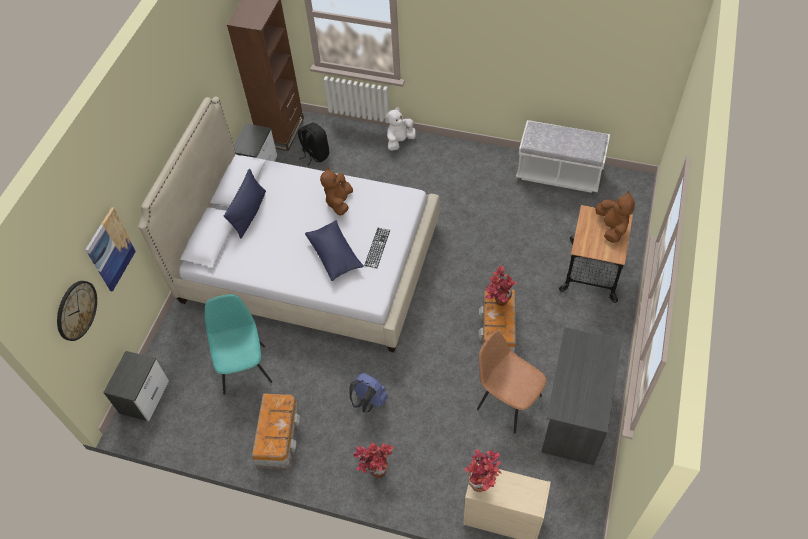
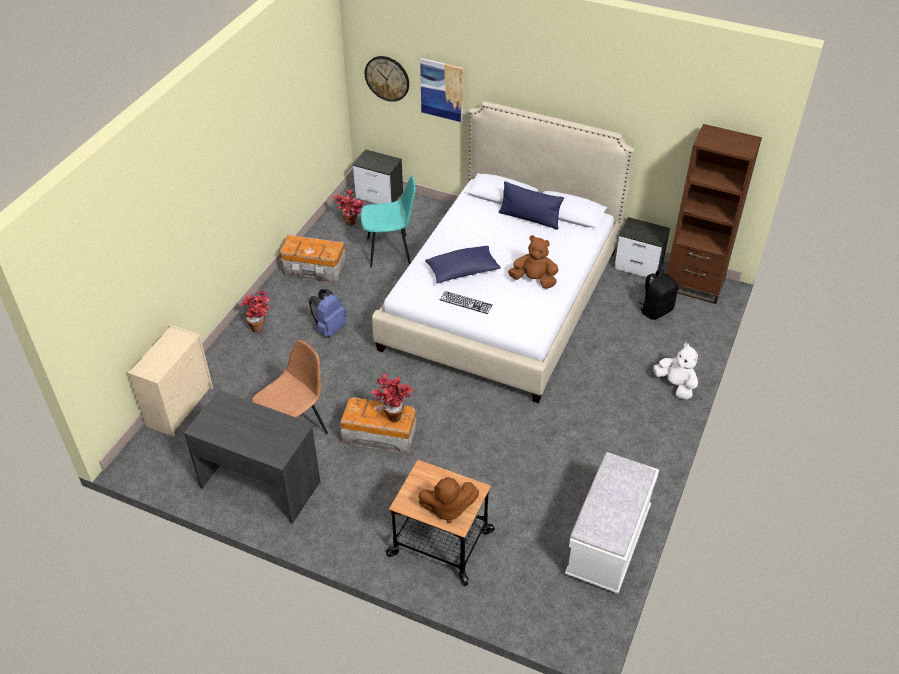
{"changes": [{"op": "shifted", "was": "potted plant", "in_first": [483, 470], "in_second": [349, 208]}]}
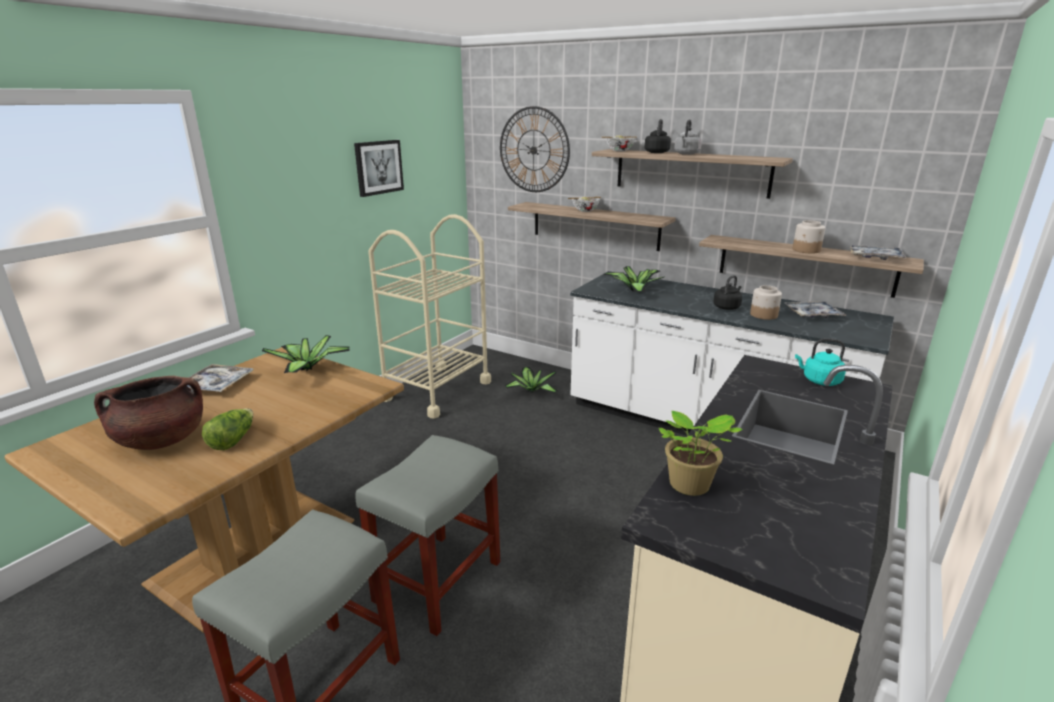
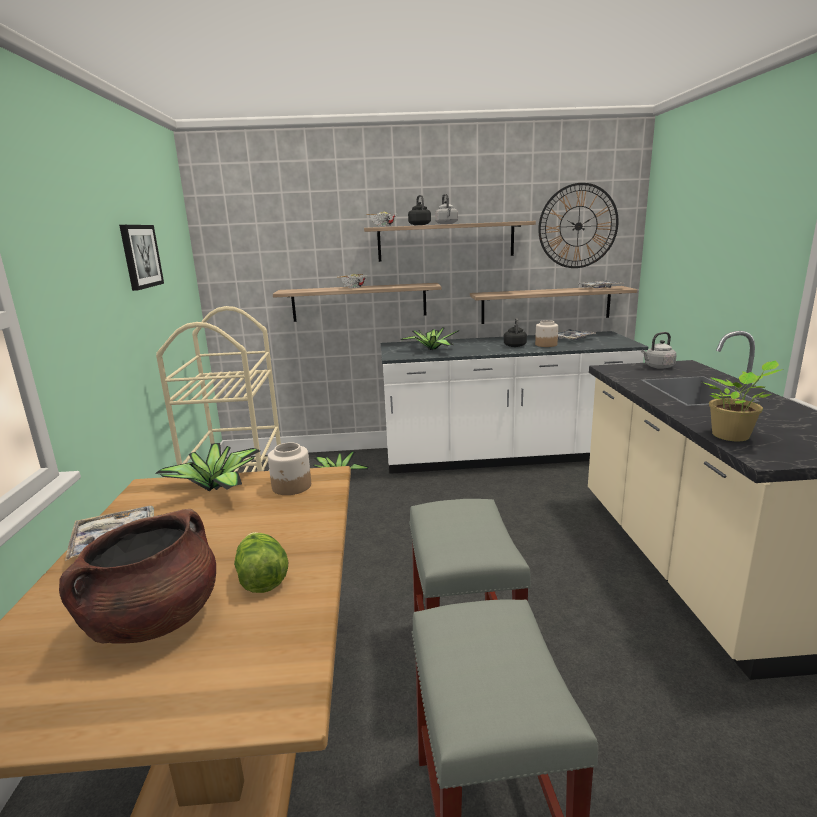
{"changes": [{"op": "shifted", "was": "hanging clock", "in_first": [535, 149], "in_second": [578, 225]}, {"op": "shifted", "was": "jar", "in_first": [808, 236], "in_second": [289, 468]}, {"op": "repainted", "was": "tea kettle (turquoise-coloured)", "now": "tea kettle (gray)", "in_first": [820, 362], "in_second": [659, 350]}]}
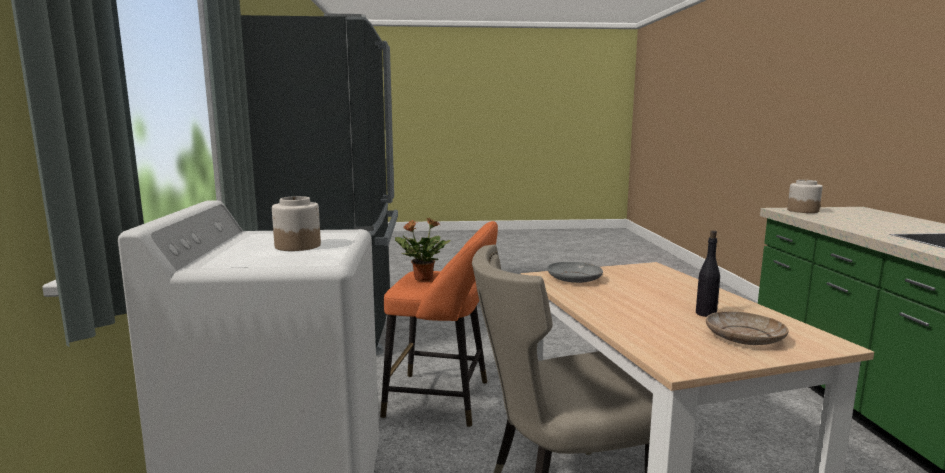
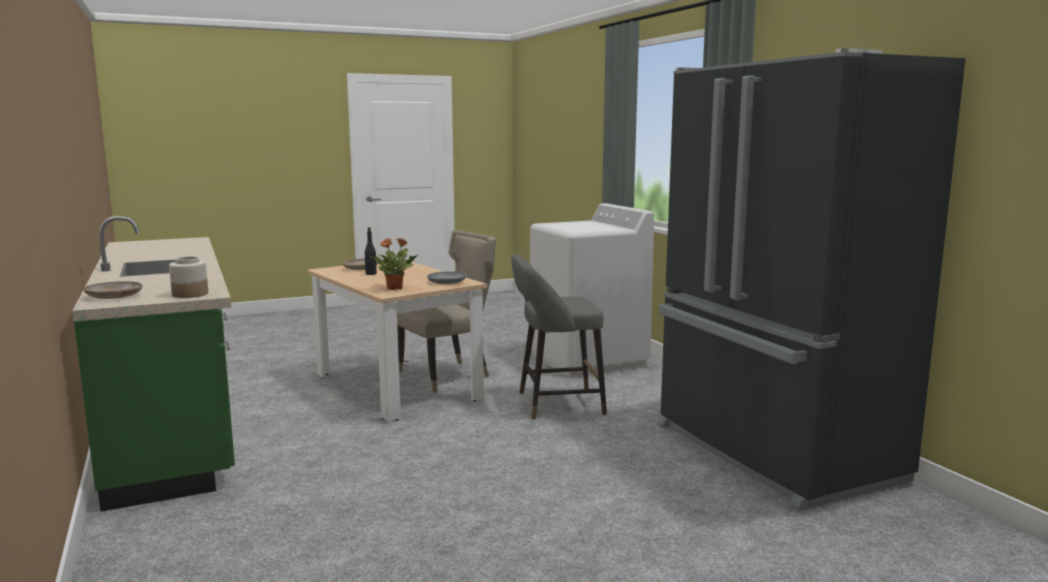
{"changes": [{"op": "gone", "was": "jar", "in_first": [296, 223]}, {"op": "repainted", "was": "stool seat (orangey)", "now": "stool seat (gray)", "in_first": [439, 324], "in_second": [559, 337]}, {"op": "shifted", "was": "potted plant", "in_first": [423, 249], "in_second": [394, 264]}, {"op": "new", "now": "plate (beige)", "in_second": [112, 290]}]}
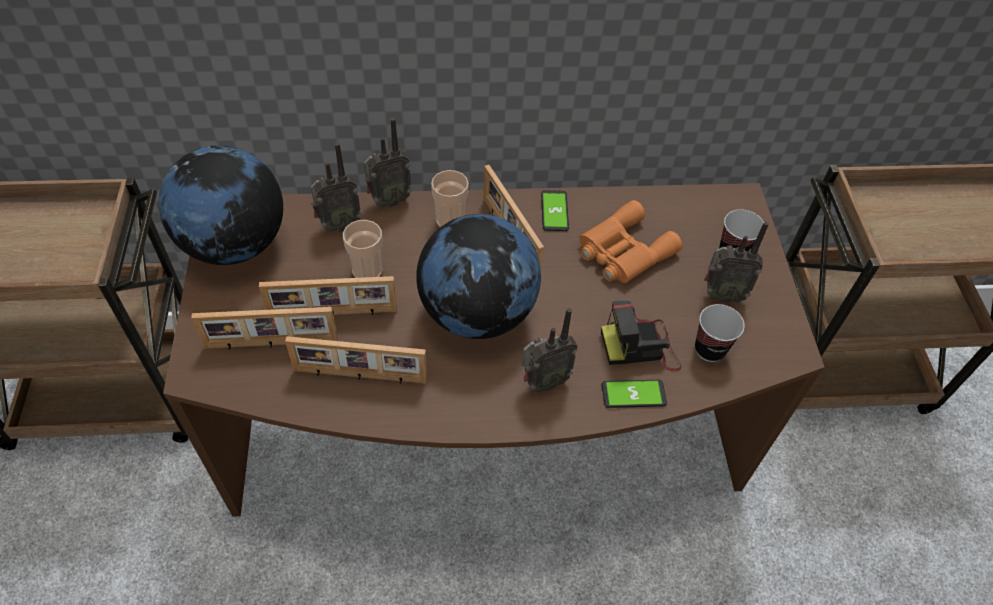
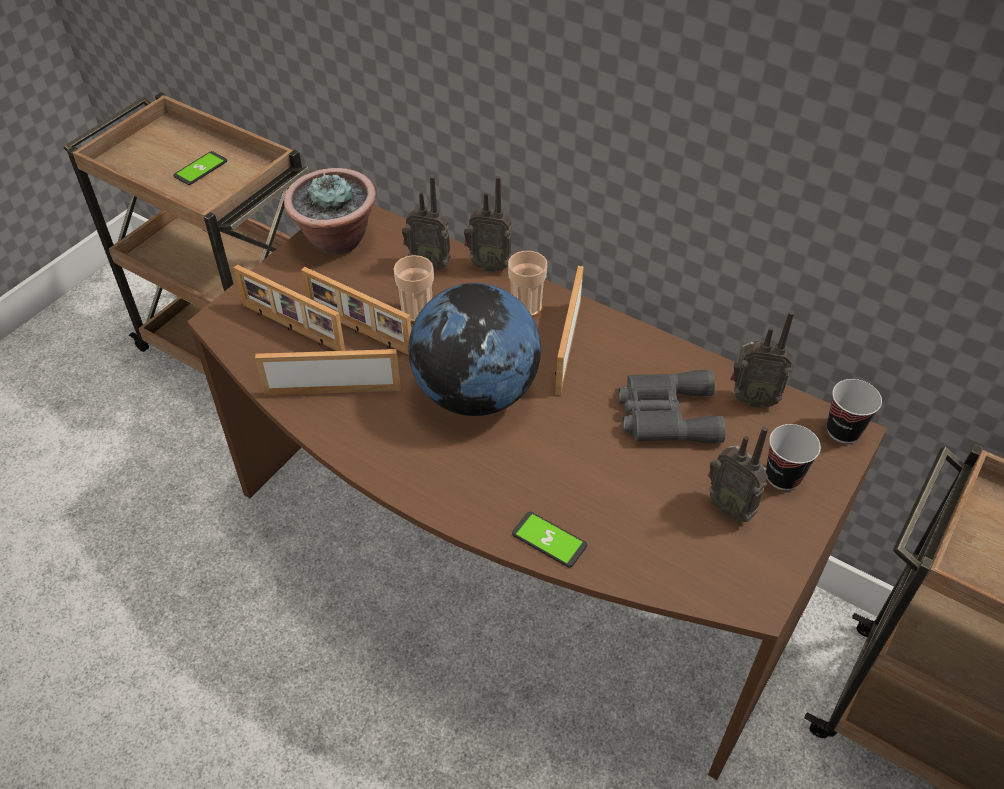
{"changes": [{"op": "swapped", "was": "world globe", "now": "potted plant", "in_first": [221, 205], "in_second": [330, 211]}, {"op": "rotated", "was": "photo frame", "in_first": [356, 360], "in_second": [328, 372], "clockwise": 135}, {"op": "shifted", "was": "radio", "in_first": [550, 350], "in_second": [762, 359]}, {"op": "shifted", "was": "telephone", "in_first": [555, 210], "in_second": [200, 168]}, {"op": "repainted", "was": "binoculars (orangey)", "now": "binoculars (gray)", "in_first": [631, 241], "in_second": [672, 406]}, {"op": "gone", "was": "still camera", "in_first": [641, 336]}, {"op": "shifted", "was": "cup", "in_first": [720, 333], "in_second": [854, 411]}]}
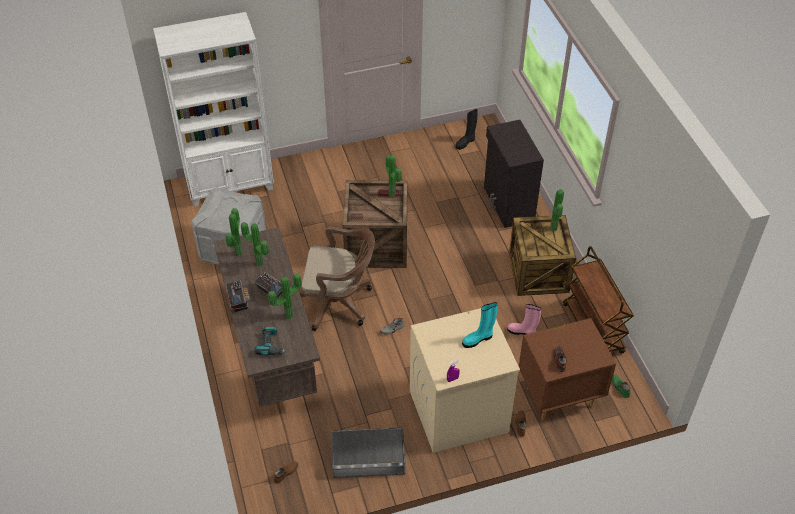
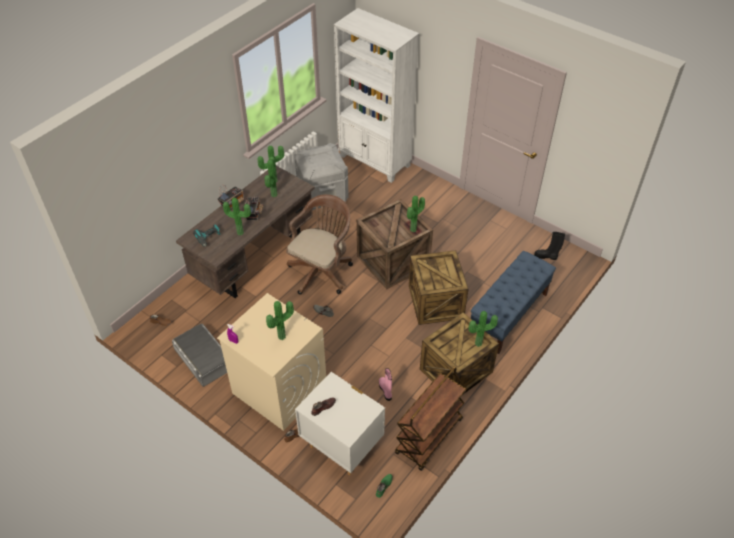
{"changes": [{"op": "rotated", "was": "office chair (brown-coloured)", "in_first": [337, 279], "in_second": [319, 244], "clockwise": -120}, {"op": "swapped", "was": "tall boot (turquoise-coloured)", "now": "potted plant", "in_first": [480, 325], "in_second": [280, 320]}, {"op": "swapped", "was": "cabinet (black)", "now": "indoor bench (blue-coloured)", "in_first": [514, 174], "in_second": [513, 302]}, {"op": "repainted", "was": "nightstand (brown-coloured)", "now": "nightstand (white-coloured)", "in_first": [567, 369], "in_second": [340, 423]}, {"op": "new", "now": "crate", "in_second": [439, 287]}]}
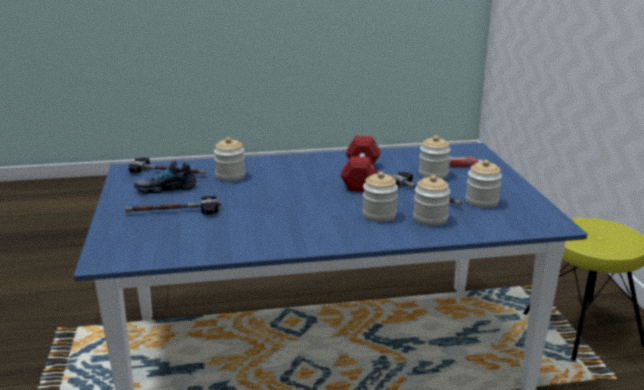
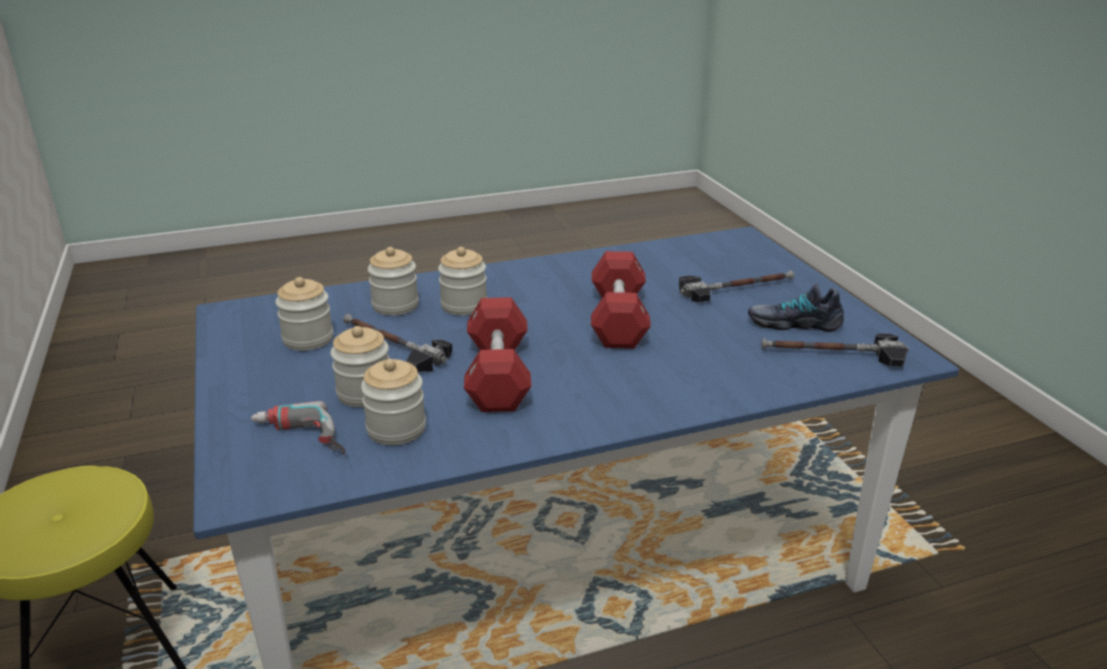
{"changes": [{"op": "rotated", "was": "low shoe", "in_first": [165, 176], "in_second": [796, 307], "clockwise": -150}, {"op": "shifted", "was": "jar", "in_first": [230, 159], "in_second": [393, 402]}, {"op": "new", "now": "hand weight (reddish)", "in_second": [621, 299]}]}
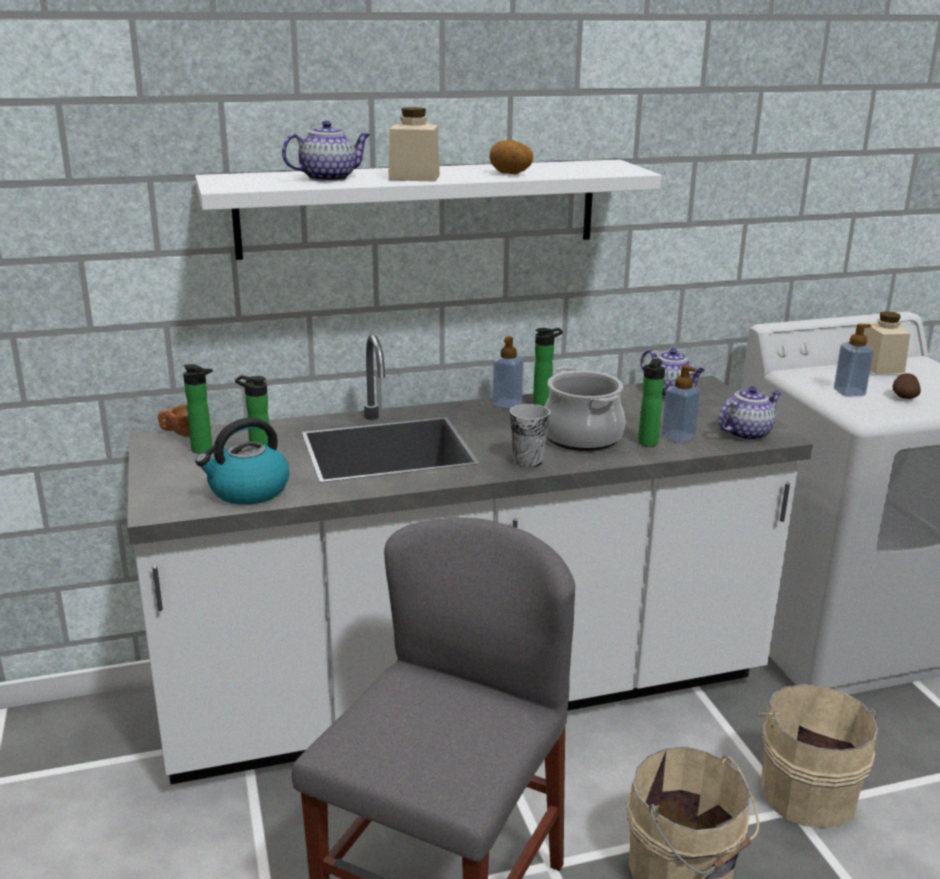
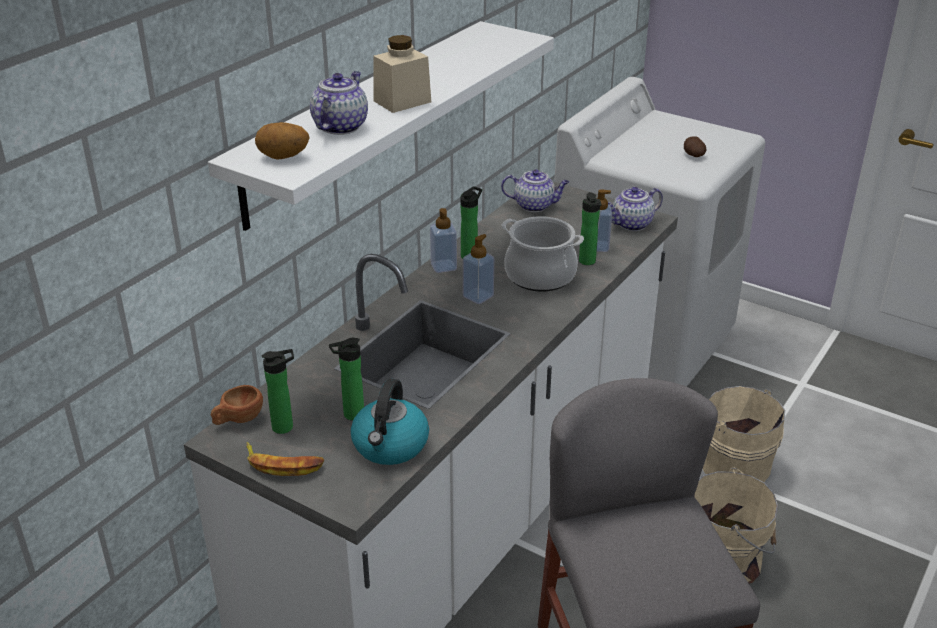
{"changes": [{"op": "shifted", "was": "potato", "in_first": [511, 157], "in_second": [282, 141]}, {"op": "gone", "was": "cup", "in_first": [530, 435]}, {"op": "rotated", "was": "tea pot", "in_first": [749, 413], "in_second": [635, 209], "clockwise": -135}, {"op": "shifted", "was": "soap bottle", "in_first": [854, 360], "in_second": [478, 269]}, {"op": "gone", "was": "jar (beige)", "in_first": [887, 342]}, {"op": "new", "now": "banana", "in_second": [285, 459]}]}
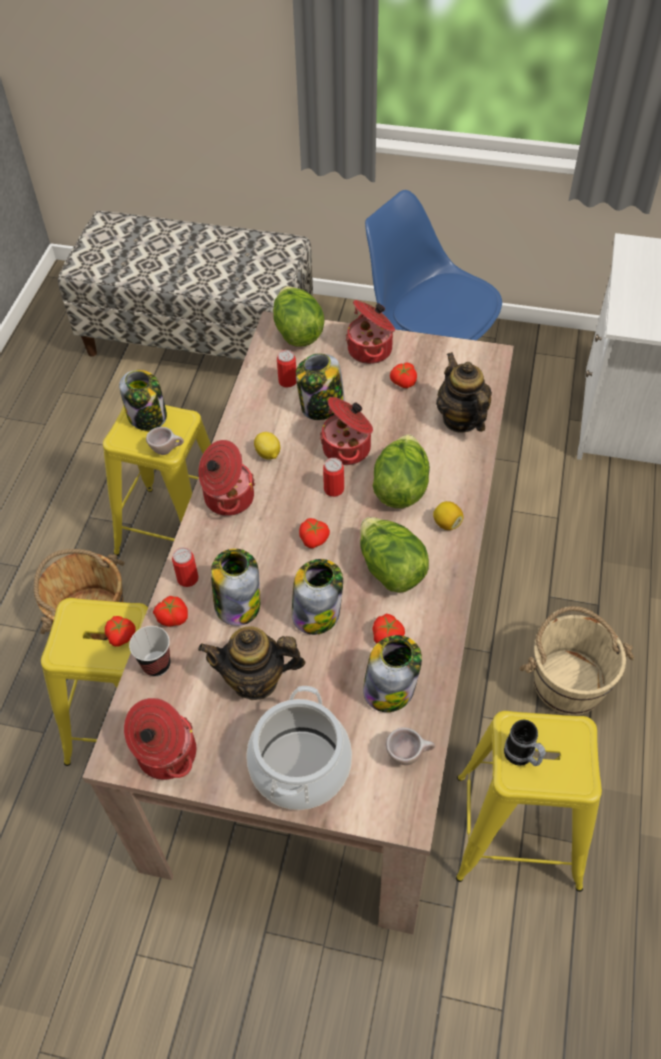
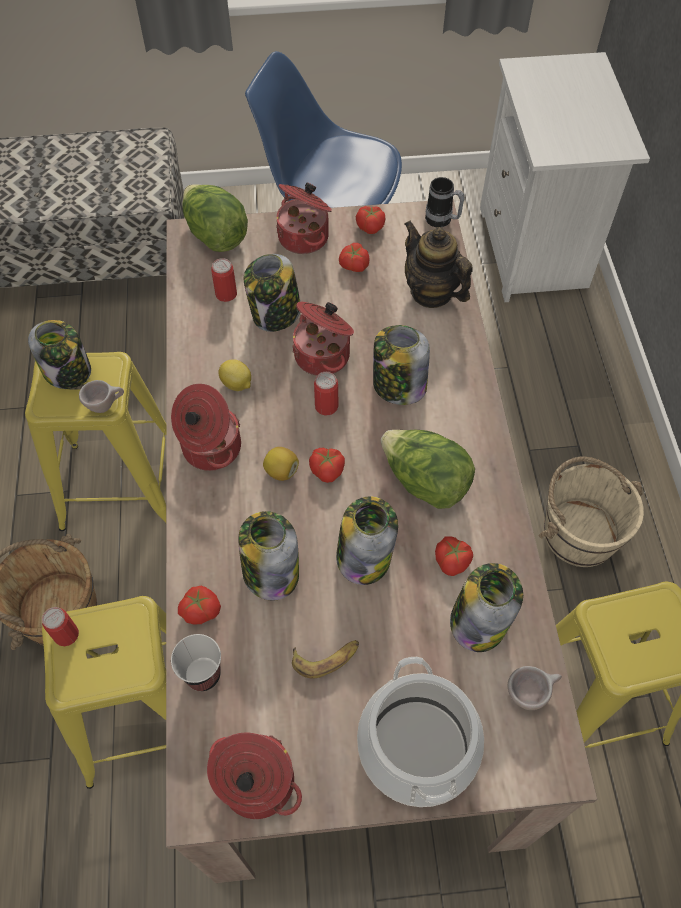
{"changes": [{"op": "shifted", "was": "fresh tomato", "in_first": [120, 631], "in_second": [371, 220]}, {"op": "shifted", "was": "metal can", "in_first": [185, 567], "in_second": [60, 626]}, {"op": "swapped", "was": "tea pot", "now": "banana", "in_first": [251, 663], "in_second": [325, 659]}, {"op": "swapped", "was": "head of lettuce", "now": "jar", "in_first": [401, 471], "in_second": [401, 365]}, {"op": "shifted", "was": "whole lemon", "in_first": [448, 515], "in_second": [281, 464]}, {"op": "shifted", "was": "tea mug", "in_first": [525, 743], "in_second": [445, 202]}]}
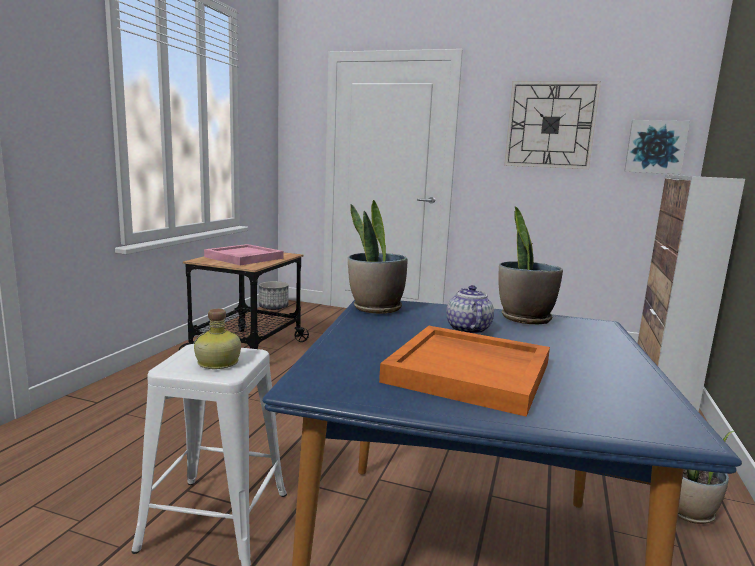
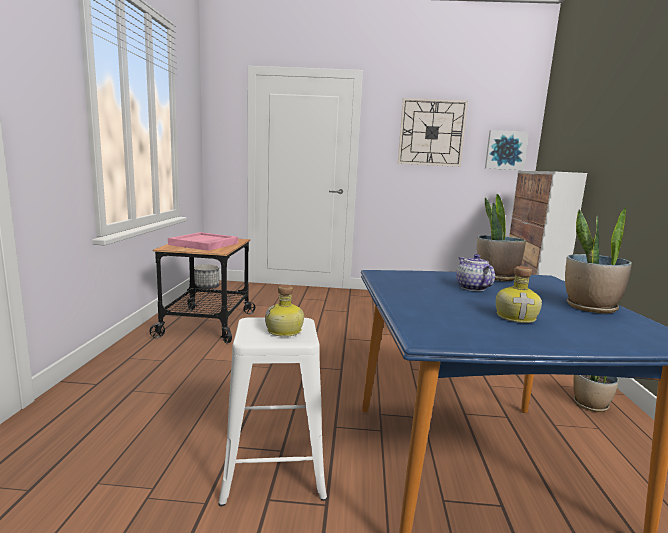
{"changes": [{"op": "shifted", "was": "potted plant", "in_first": [377, 257], "in_second": [598, 260]}, {"op": "swapped", "was": "carrying tray (orangey)", "now": "drink bottle", "in_first": [464, 371], "in_second": [519, 294]}]}
